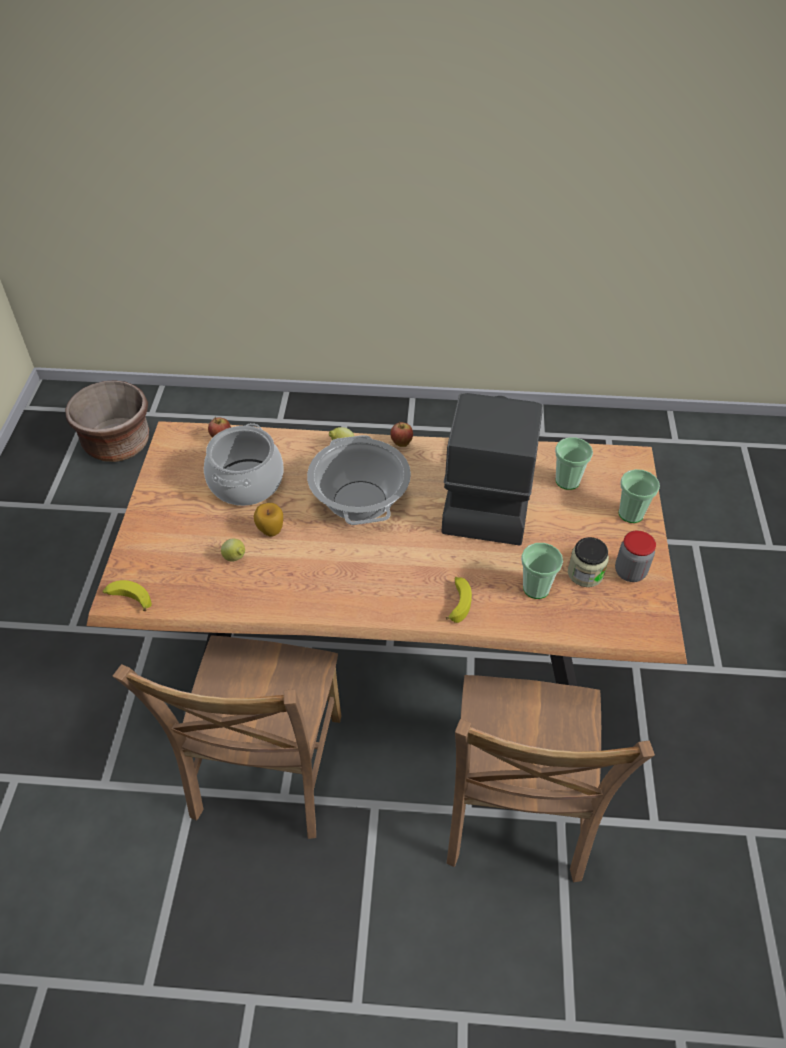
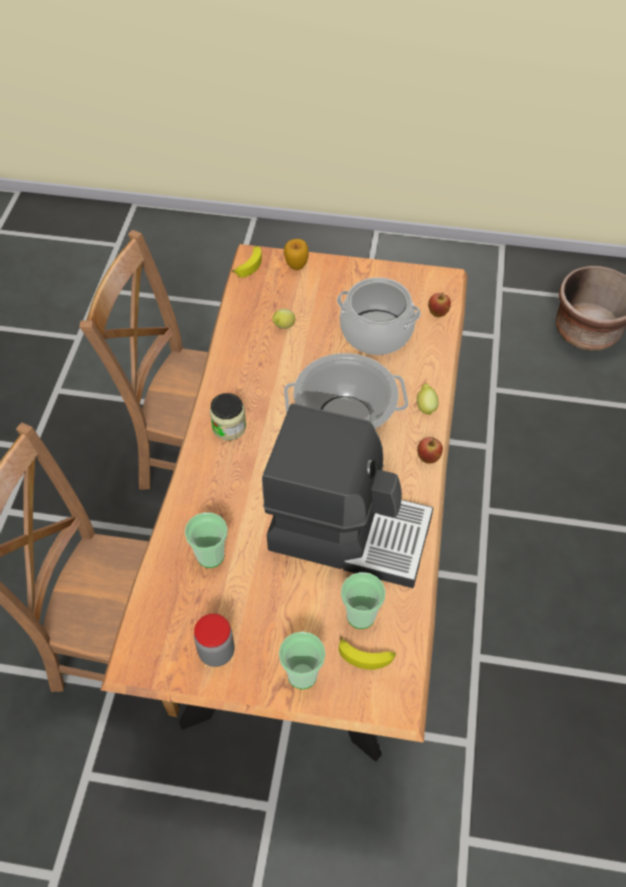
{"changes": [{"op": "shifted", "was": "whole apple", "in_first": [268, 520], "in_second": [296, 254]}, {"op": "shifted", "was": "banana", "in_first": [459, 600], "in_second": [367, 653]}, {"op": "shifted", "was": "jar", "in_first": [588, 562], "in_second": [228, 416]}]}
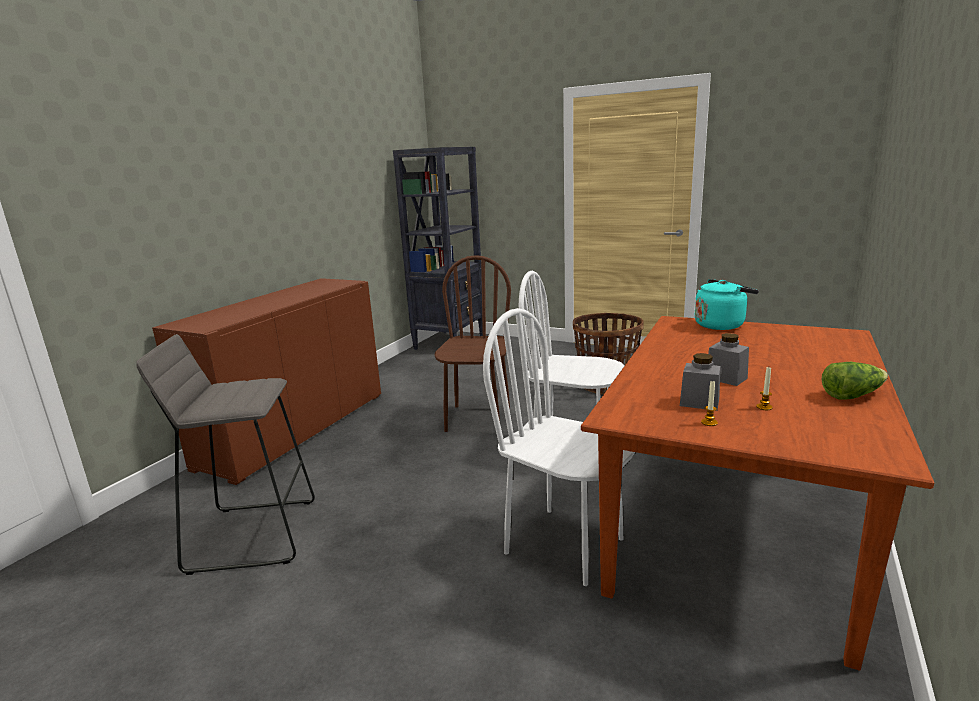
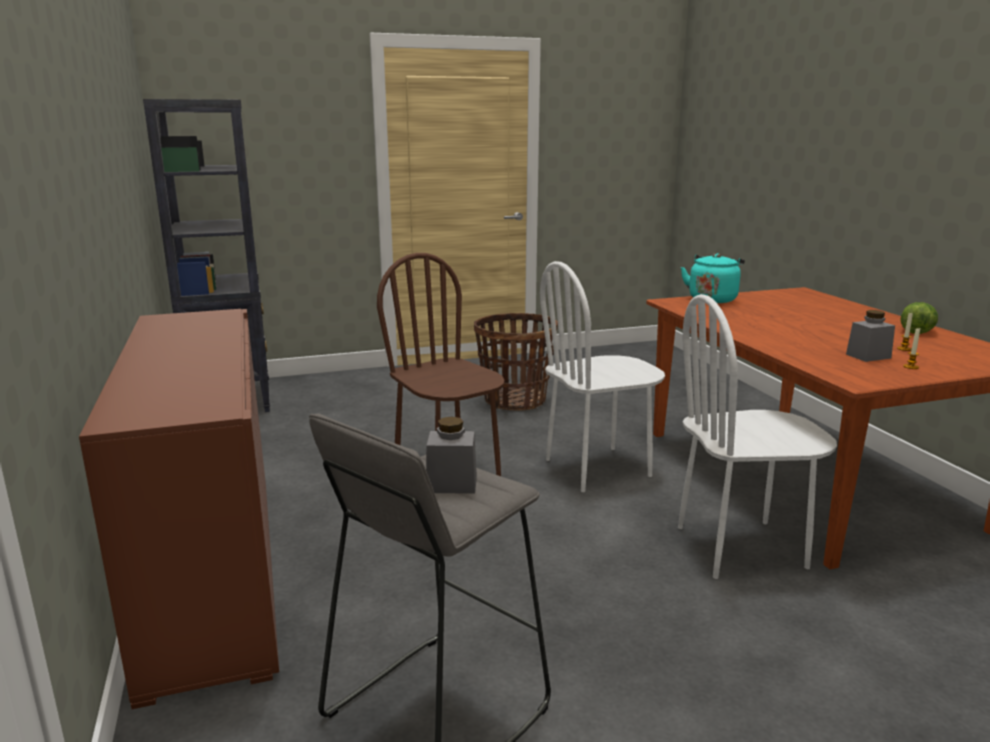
{"changes": [{"op": "shifted", "was": "jar (gray)", "in_first": [728, 359], "in_second": [451, 455]}]}
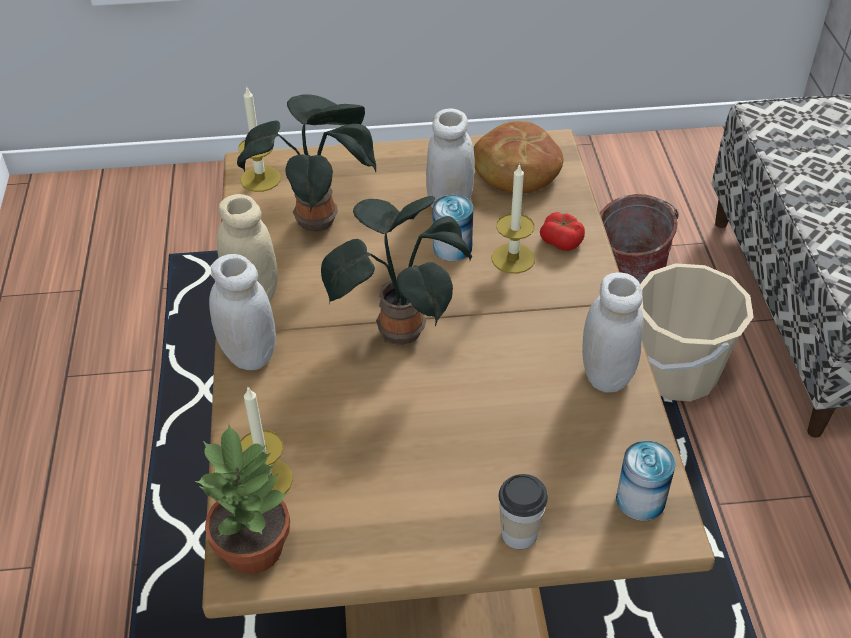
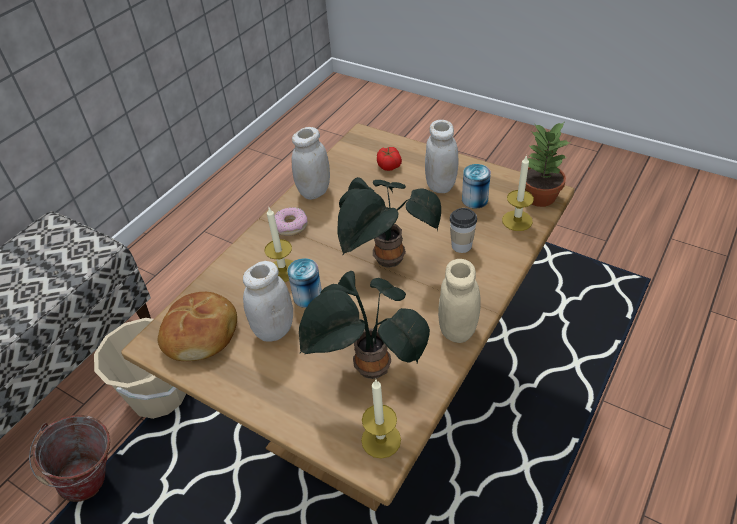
{"changes": [{"op": "shifted", "was": "jar (white-coloured)", "in_first": [242, 312], "in_second": [442, 156]}, {"op": "shifted", "was": "cup", "in_first": [523, 511], "in_second": [463, 230]}, {"op": "shifted", "was": "fresh tomato", "in_first": [562, 231], "in_second": [389, 159]}, {"op": "shifted", "was": "metal can", "in_first": [646, 481], "in_second": [476, 186]}, {"op": "new", "now": "donut", "in_second": [291, 221]}]}
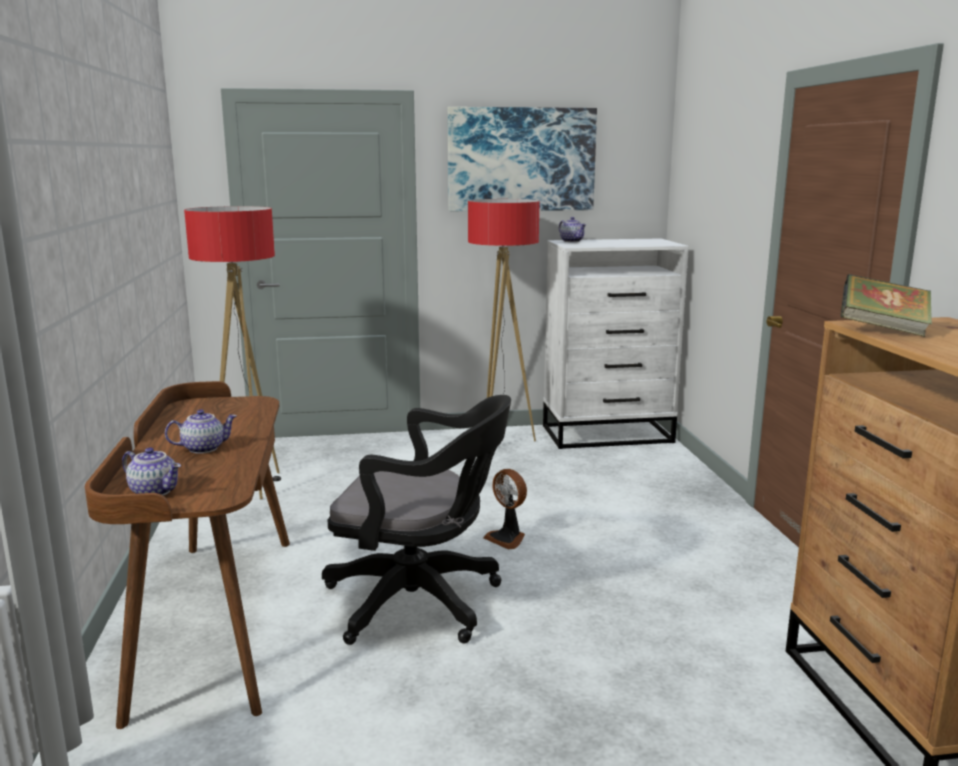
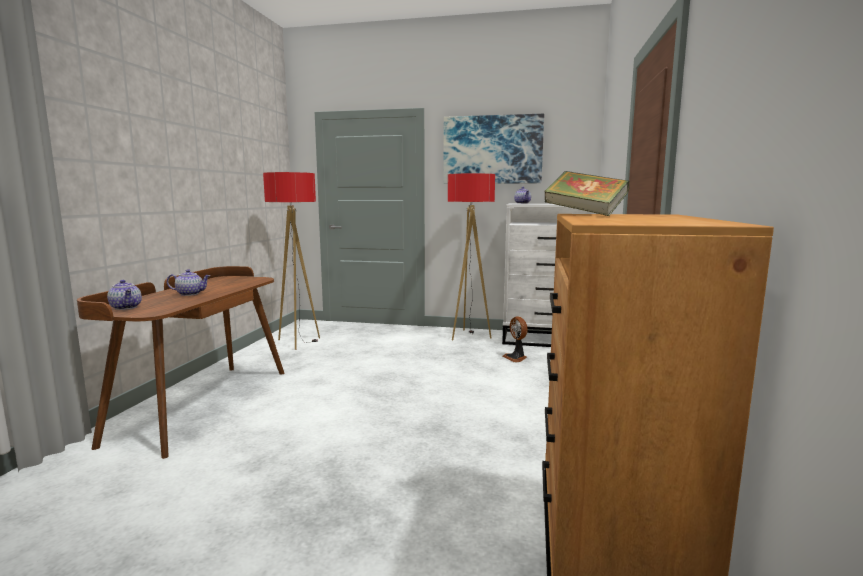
{"changes": [{"op": "gone", "was": "office chair (black)", "in_first": [416, 520]}, {"op": "shifted", "was": "electric fan", "in_first": [505, 509], "in_second": [515, 339]}]}
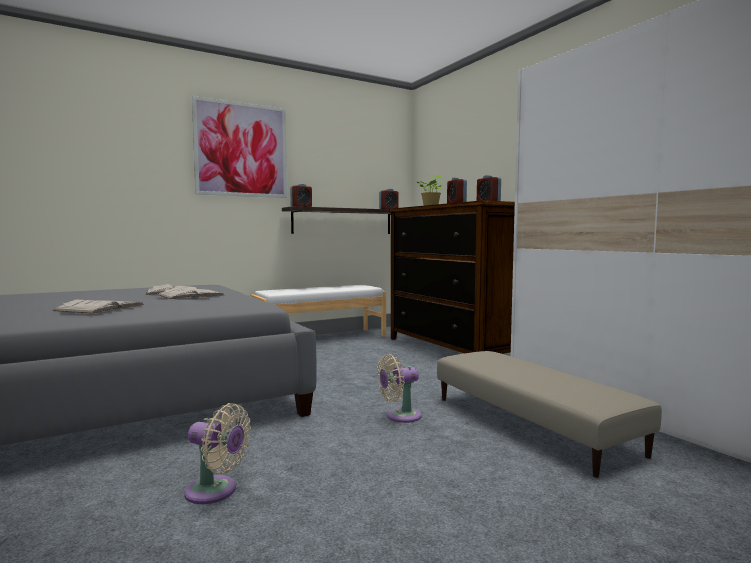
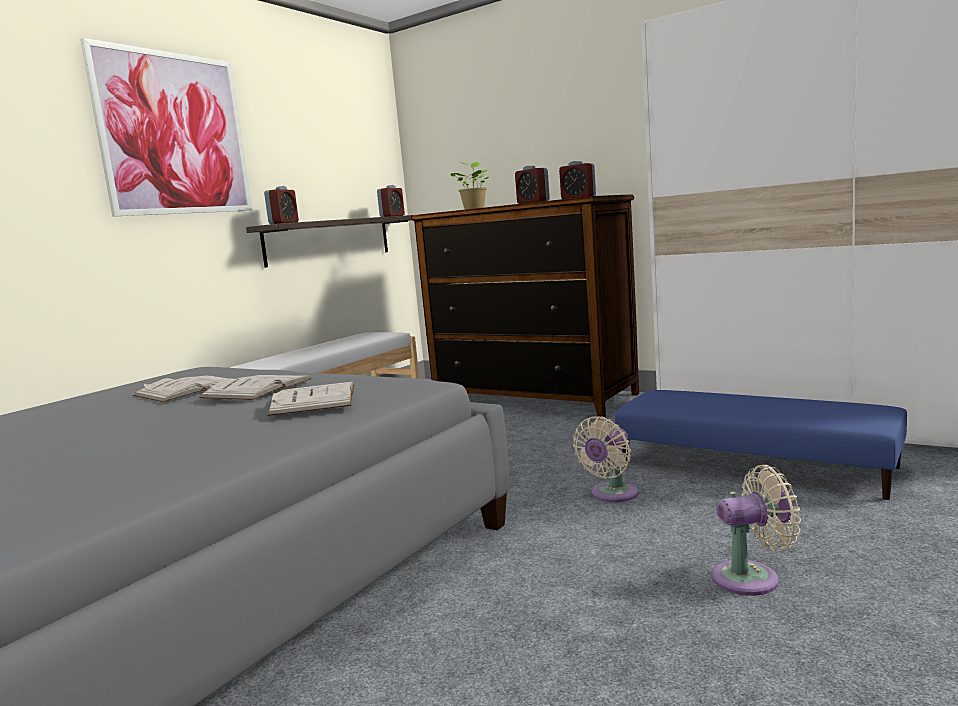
{"changes": [{"op": "shifted", "was": "bound book (white-coloured)", "in_first": [98, 307], "in_second": [311, 398]}, {"op": "shifted", "was": "electric fan (beige)", "in_first": [217, 453], "in_second": [756, 530]}, {"op": "repainted", "was": "pouffe (beige)", "now": "pouffe (blue-coloured)", "in_first": [549, 414], "in_second": [761, 445]}]}
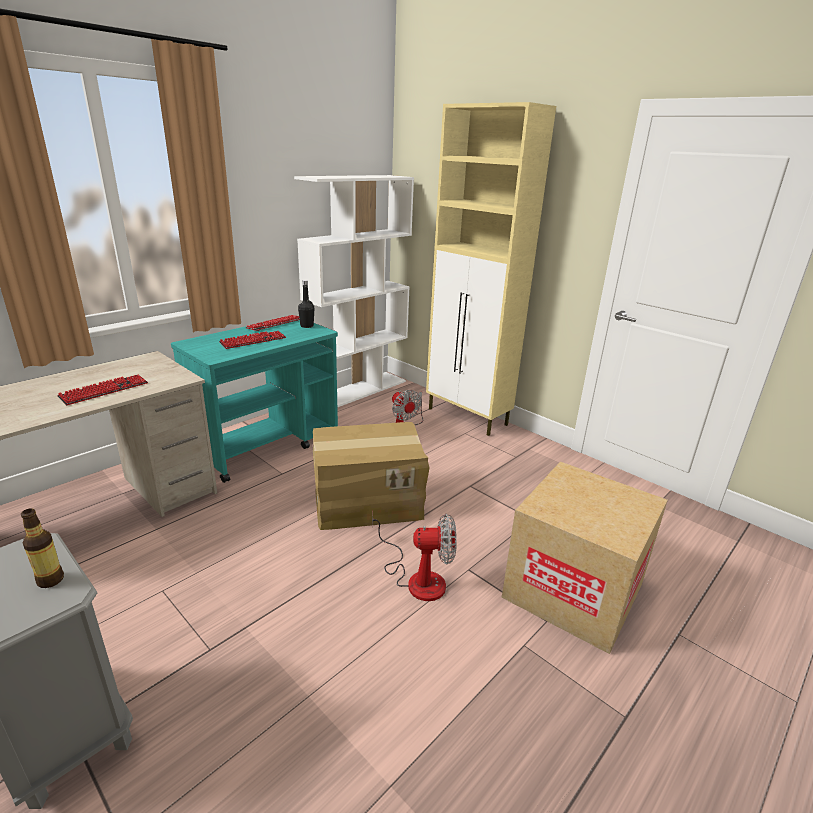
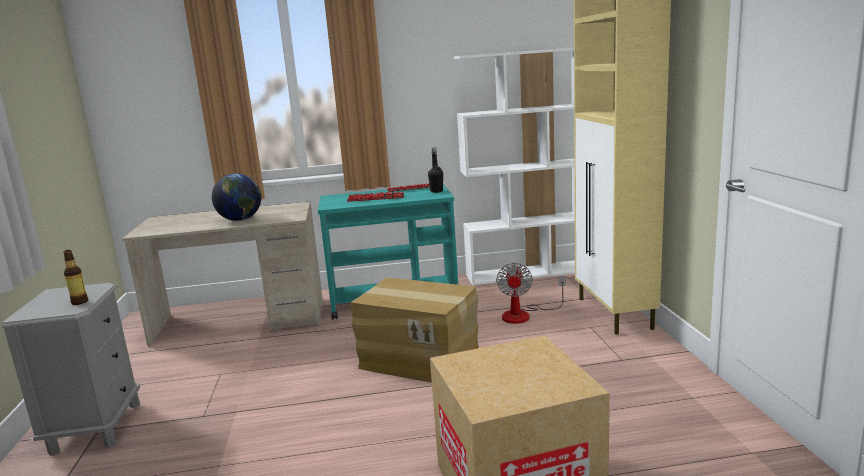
{"changes": [{"op": "swapped", "was": "PC keyboard", "now": "world globe", "in_first": [102, 389], "in_second": [236, 197]}, {"op": "gone", "was": "electric fan", "in_first": [414, 556]}]}
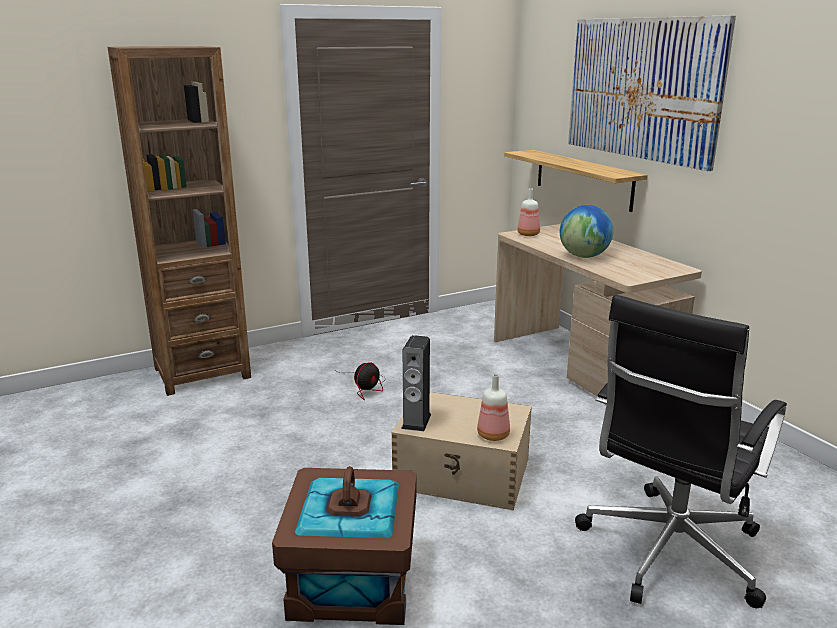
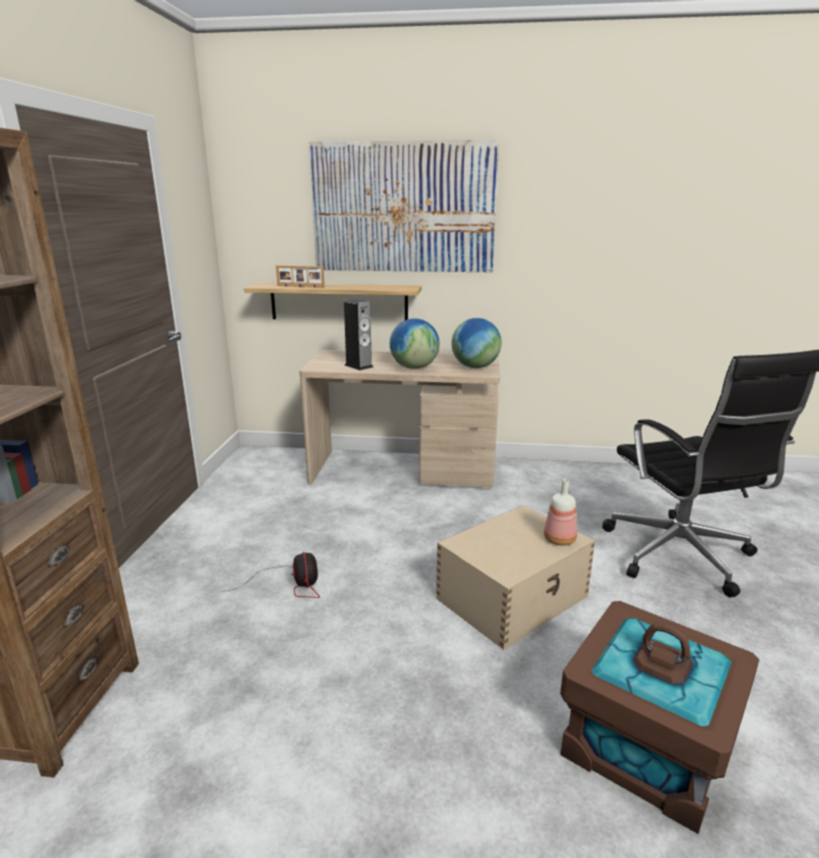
{"changes": [{"op": "shifted", "was": "speaker", "in_first": [416, 383], "in_second": [358, 334]}, {"op": "gone", "was": "drink bottle", "in_first": [528, 212]}, {"op": "new", "now": "photo frame", "in_second": [300, 276]}, {"op": "new", "now": "world globe", "in_second": [476, 343]}]}
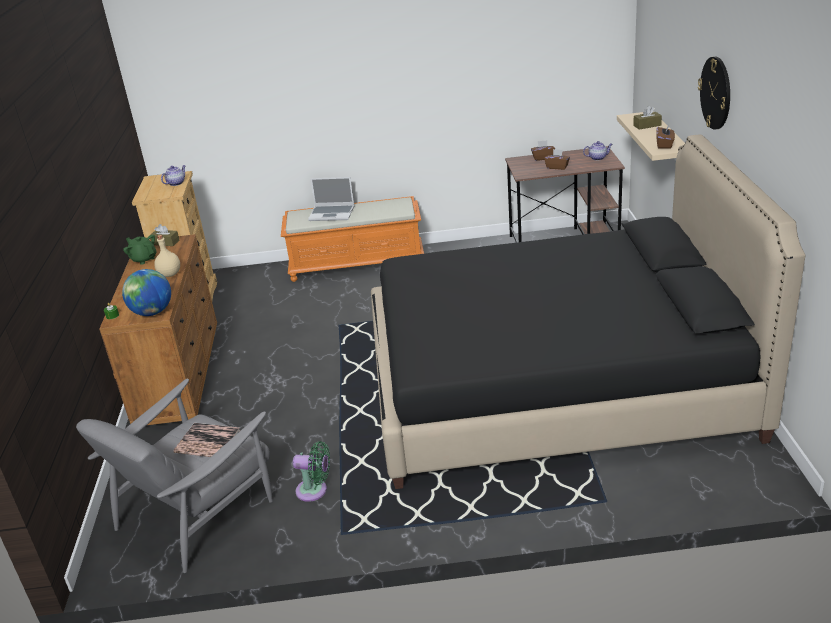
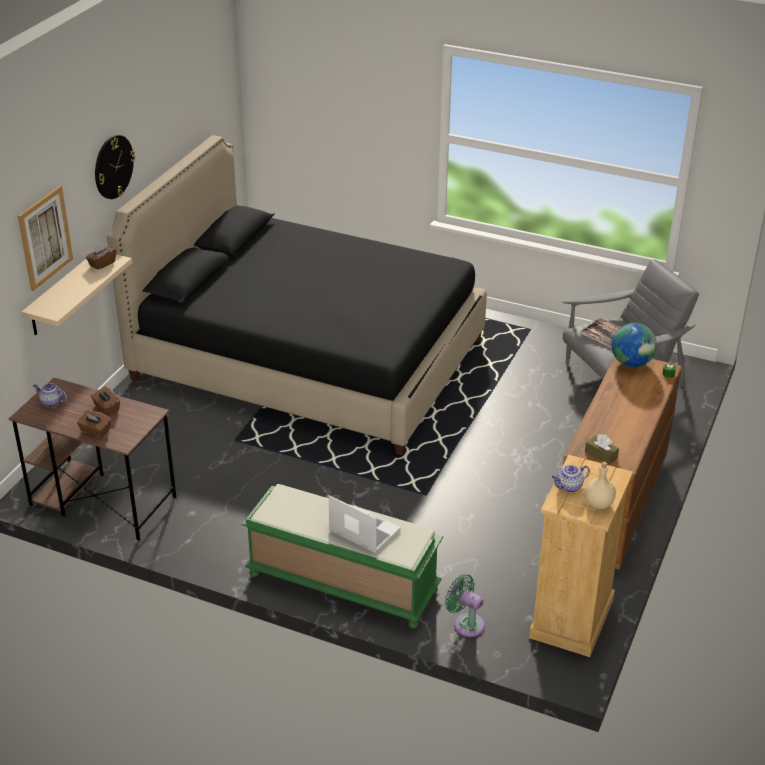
{"changes": [{"op": "gone", "was": "tea pot (green)", "in_first": [139, 250]}, {"op": "shifted", "was": "drink bottle (beige)", "in_first": [167, 256], "in_second": [600, 485]}, {"op": "repainted", "was": "indoor bench (orangey)", "now": "indoor bench (green)", "in_first": [352, 239], "in_second": [342, 556]}, {"op": "shifted", "was": "electric fan (green)", "in_first": [311, 471], "in_second": [465, 605]}, {"op": "gone", "was": "tissue holder (brown-coloured)", "in_first": [647, 118]}, {"op": "new", "now": "picture", "in_second": [45, 238]}]}
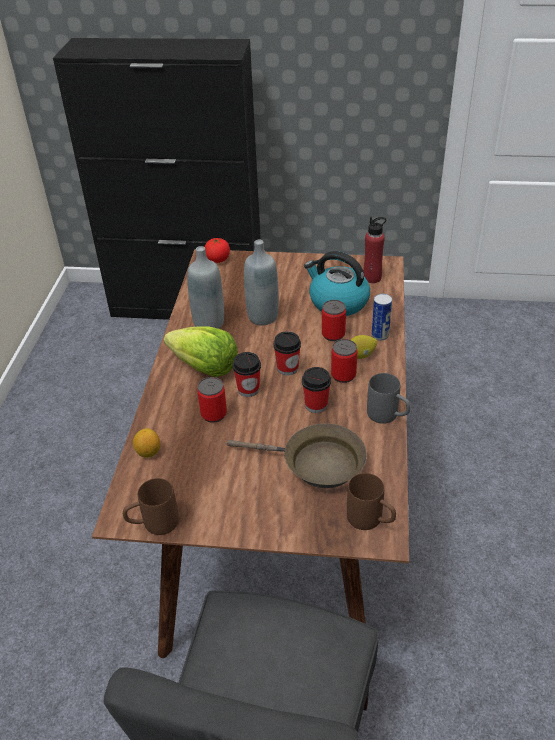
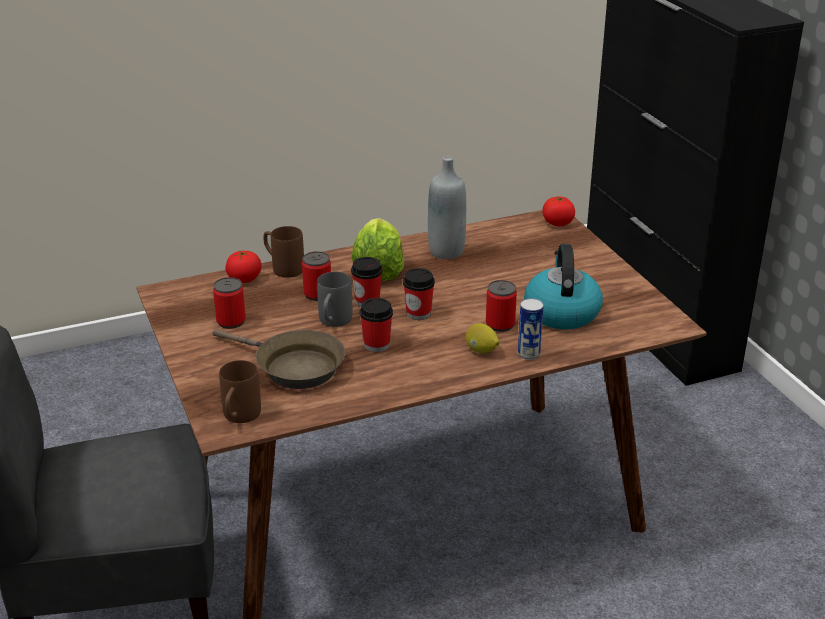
{"changes": [{"op": "shifted", "was": "tea mug (brown-coloured)", "in_first": [151, 506], "in_second": [283, 252]}, {"op": "swapped", "was": "whole lemon", "now": "fresh tomato", "in_first": [146, 443], "in_second": [243, 267]}, {"op": "rotated", "was": "skillet (brown-coloured)", "in_first": [297, 455], "in_second": [279, 359], "clockwise": -45}, {"op": "gone", "was": "drink bottle (gray)", "in_first": [261, 282]}, {"op": "shifted", "was": "metal can", "in_first": [344, 361], "in_second": [229, 303]}, {"op": "gone", "was": "drink bottle (reddish)", "in_first": [374, 250]}, {"op": "shifted", "was": "tea mug (gray)", "in_first": [389, 398], "in_second": [334, 299]}]}
